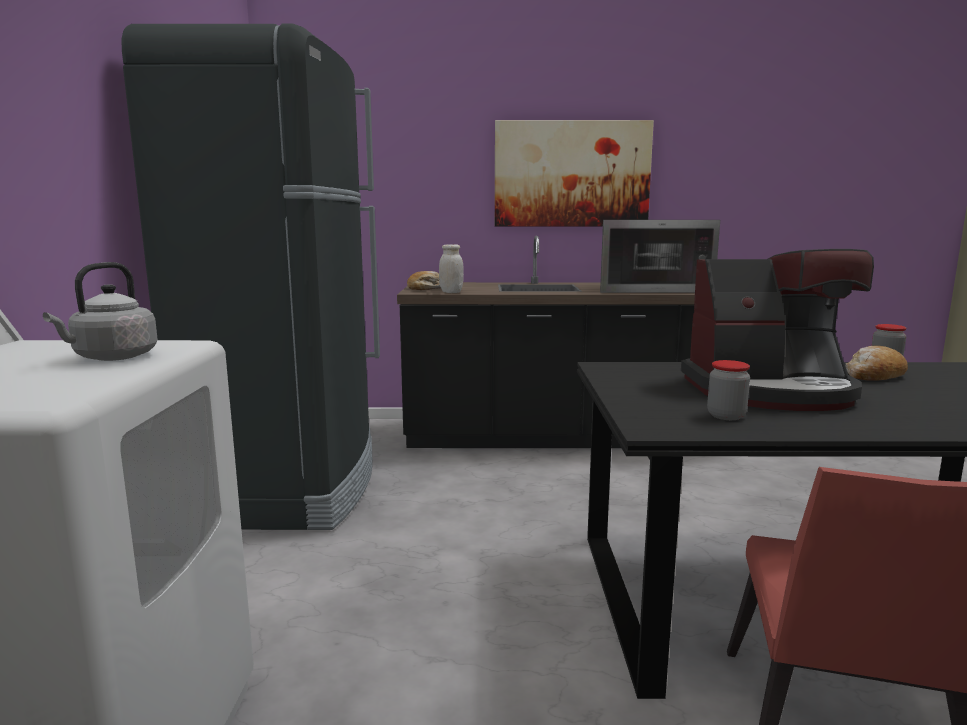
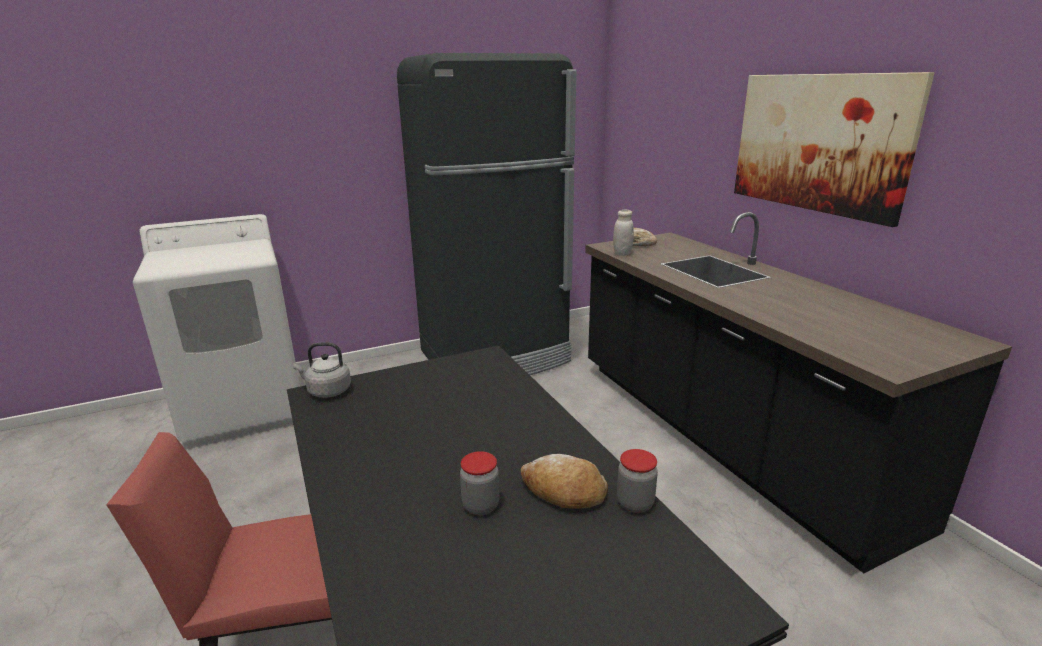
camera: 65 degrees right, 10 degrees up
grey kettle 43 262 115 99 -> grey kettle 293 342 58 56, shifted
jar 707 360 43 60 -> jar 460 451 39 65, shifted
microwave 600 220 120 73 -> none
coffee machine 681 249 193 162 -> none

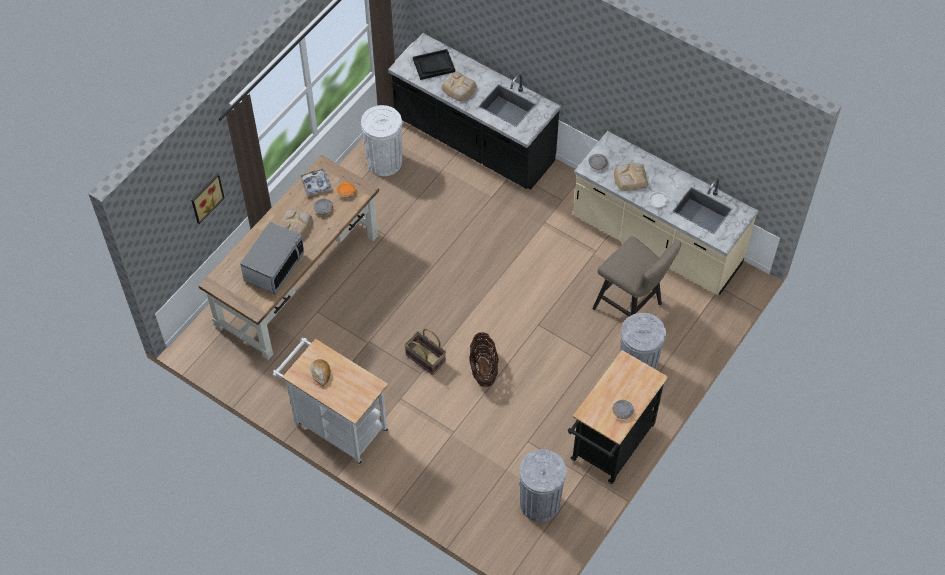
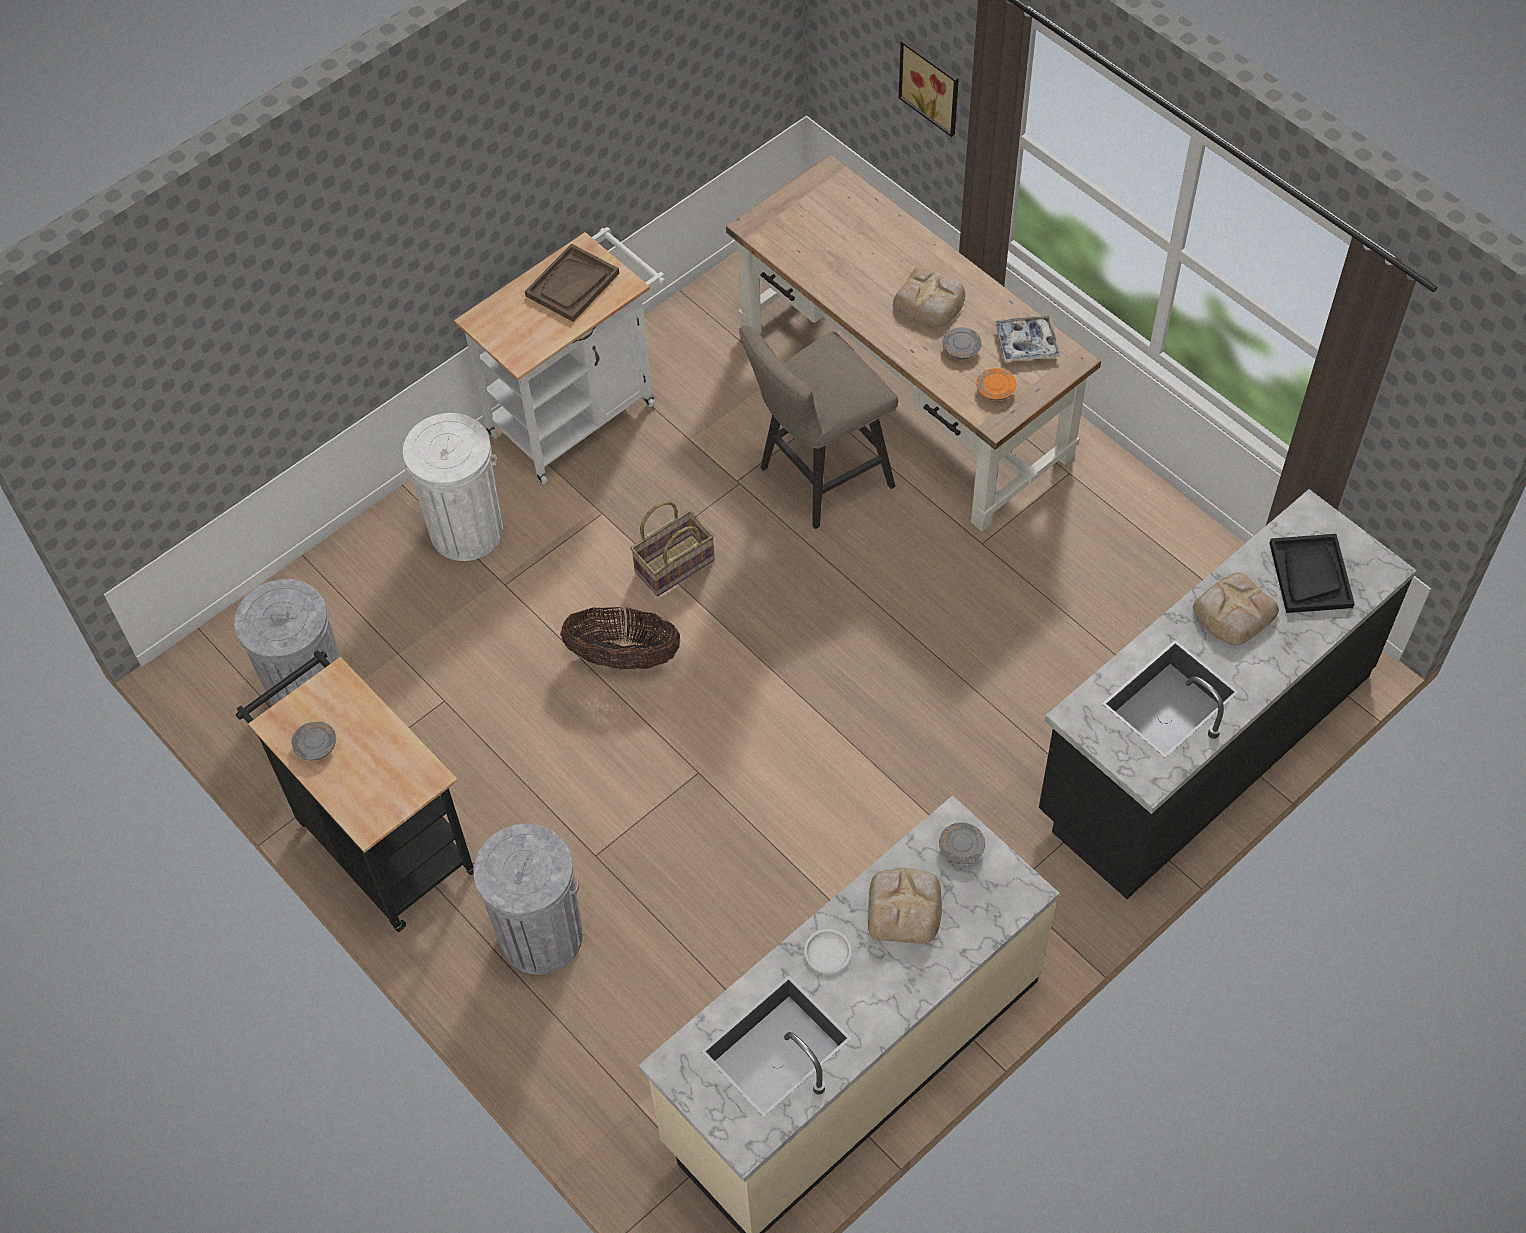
camera: 105 degrees right, 0 degrees up
white trash can 361 105 41 71 -> white trash can 403 413 101 148, shifted
bread 310 359 20 27 -> brown tray 525 244 94 78
beige stool 592 236 90 80 -> beige stool 739 325 159 204, shifted
microwave 240 222 64 72 -> none

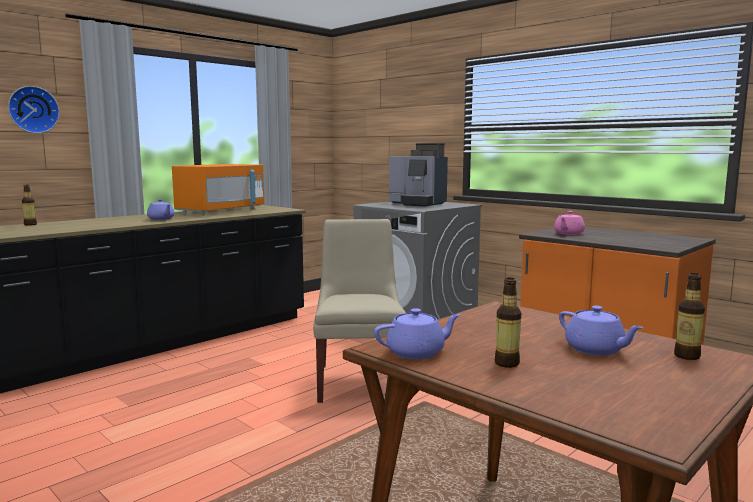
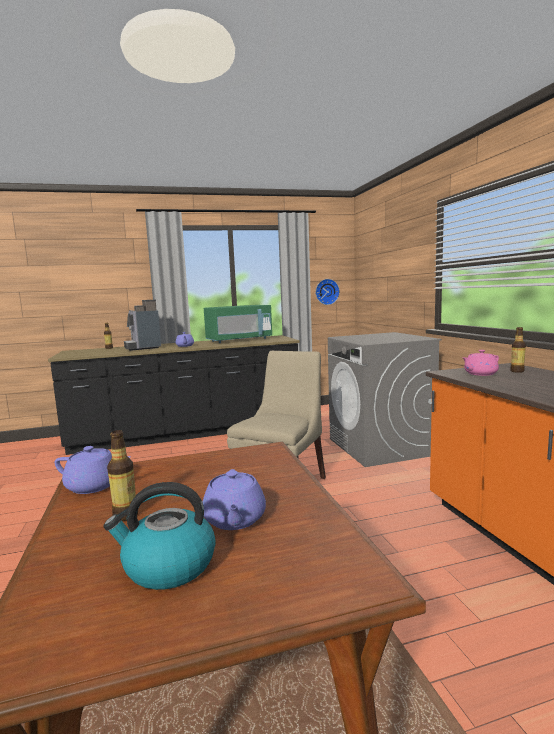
camera: 30 degrees right, 0 degrees up
none -> kettle 103 482 113 108
coffee machine 389 143 59 64 -> coffee machine 124 300 37 51, shifted
orange microwave 172 164 92 51 -> green microwave 204 305 68 38
wall clock 8 86 52 47 -> wall clock 316 279 24 26, shifted
bottle 674 273 31 87 -> bottle 510 327 16 46, shifted

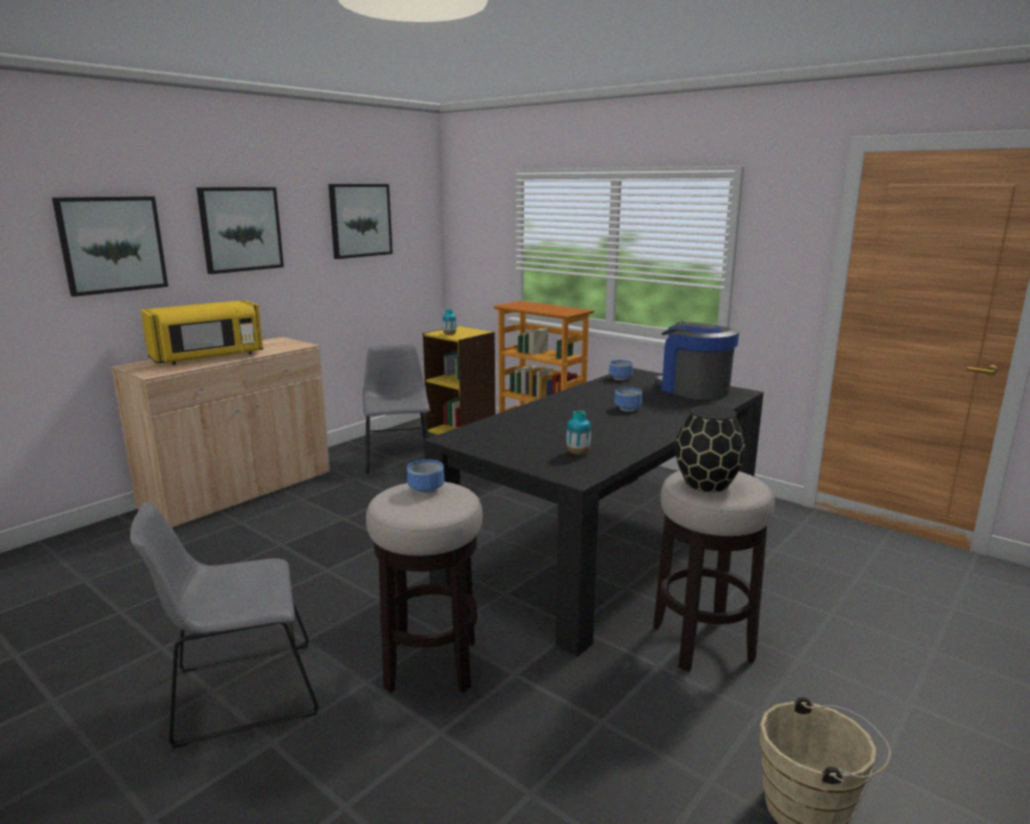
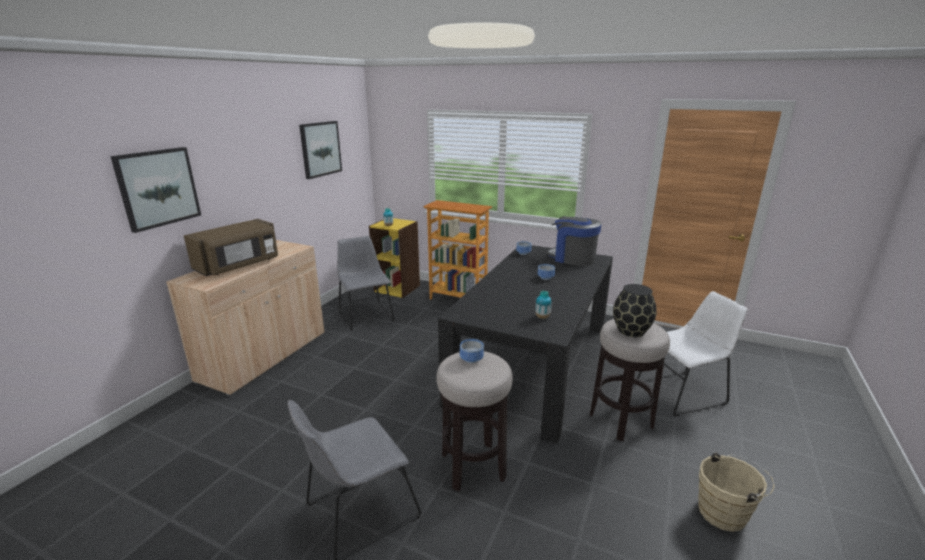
camera: 15 degrees left, 5 degrees up
yellow microwave 141 300 122 65 -> brown microwave 184 219 94 57
none -> white chair 637 291 111 126
picture 196 187 88 87 -> none

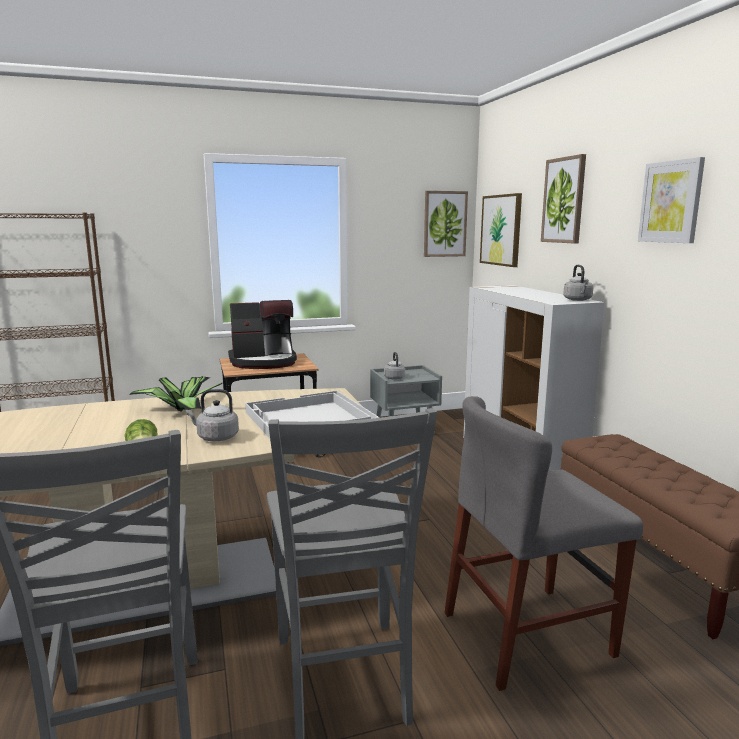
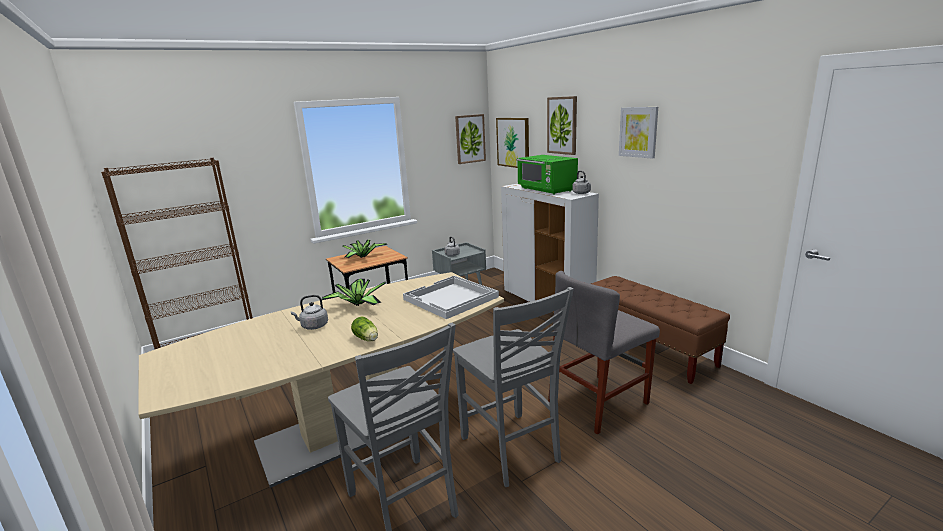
camera: 15 degrees left, 5 degrees up
grey kettle 186 389 53 52 -> grey kettle 291 295 37 35, shifted
coffee machine 228 300 69 69 -> potted plant 343 240 45 18
none -> green microwave 517 155 61 39

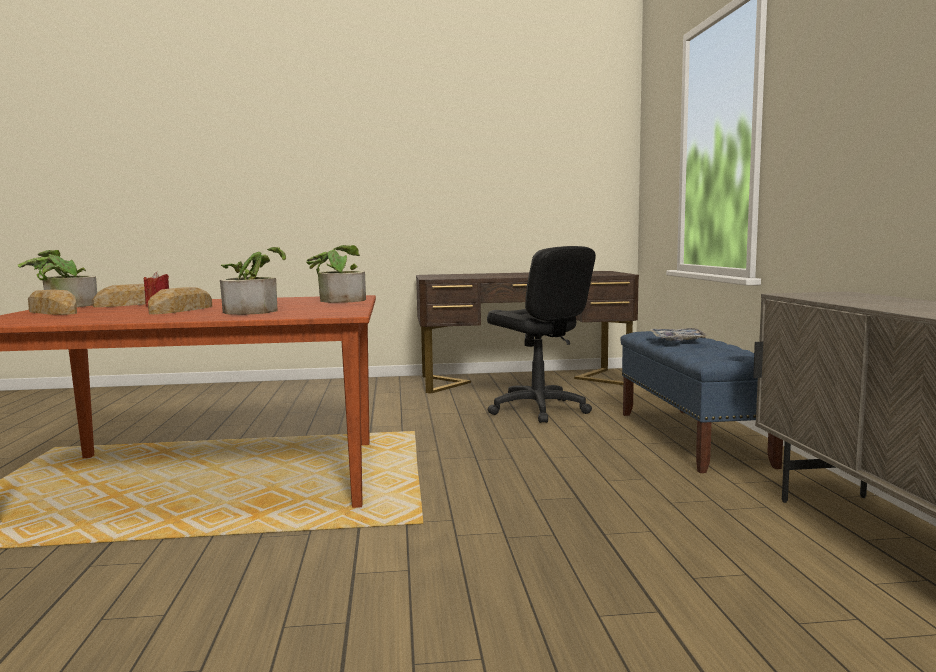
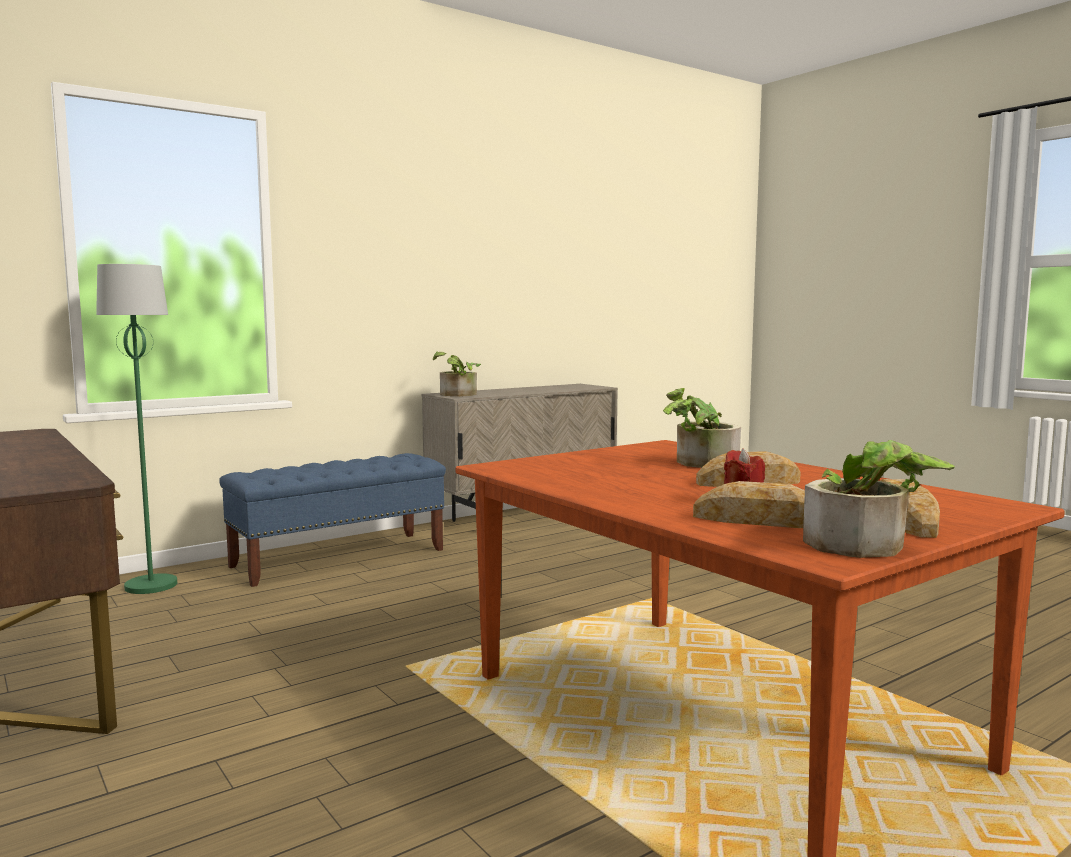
camera: 120 degrees left, 0 degrees up
none -> green floor lamp 96 264 81 330
potted plant 306 245 60 58 -> potted plant 433 352 48 45, shifted
black office chair 487 246 109 177 -> none
tray 650 328 58 13 -> none

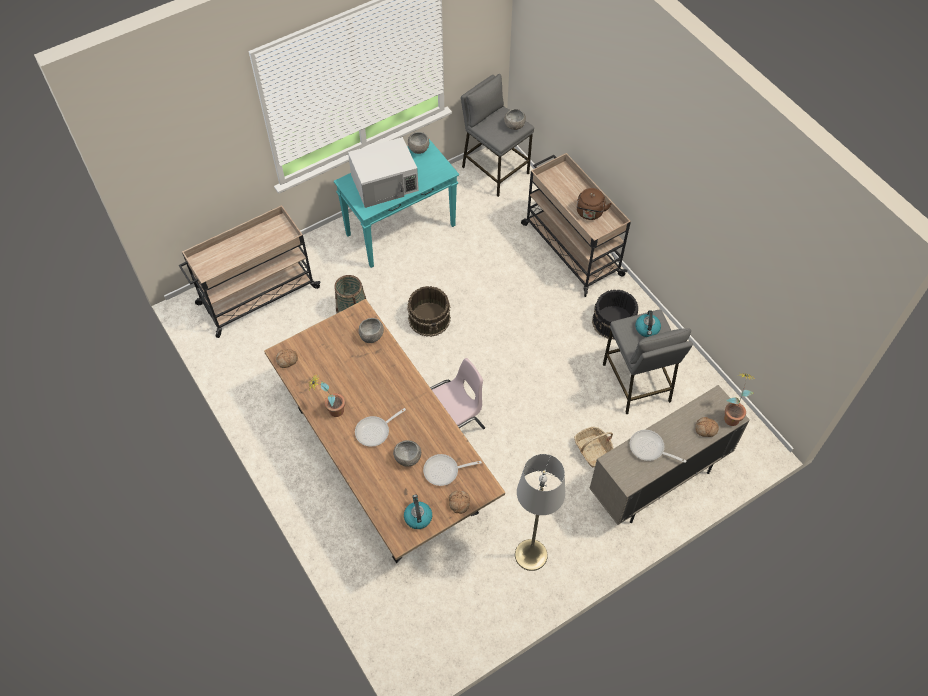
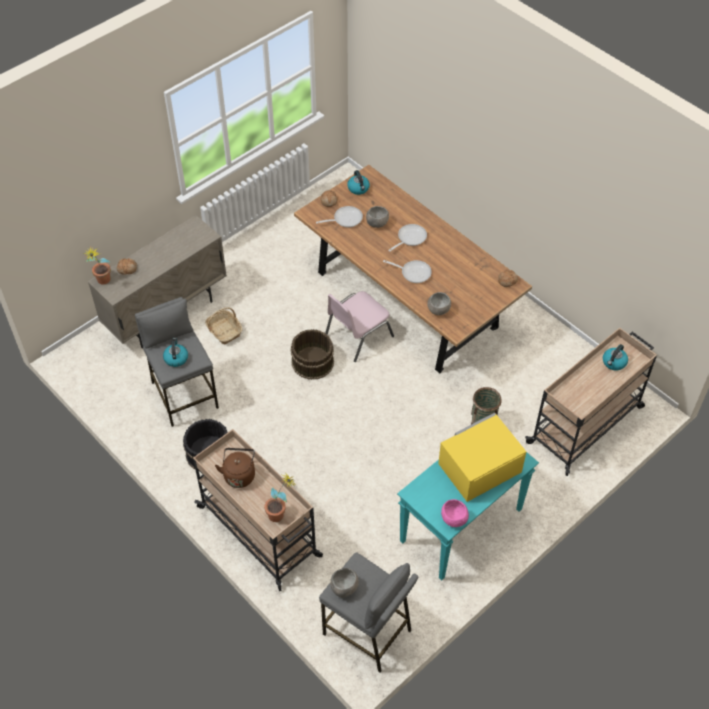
camera: 170 degrees right, 5 degrees down
potted plant 308 374 37 43 -> potted plant 264 474 31 48, shifted
brown bucket 407 286 44 51 -> brown bucket 291 329 43 51, shifted
frying pan 630 430 56 33 -> frying pan 383 260 49 23, shifted
white microwave 348 137 71 71 -> yellow microwave 438 413 88 89
grey bowl 408 132 21 22 -> pink bowl 441 499 28 28
none -> kettle 603 344 25 26
grey floor lamp 515 454 50 117 -> none

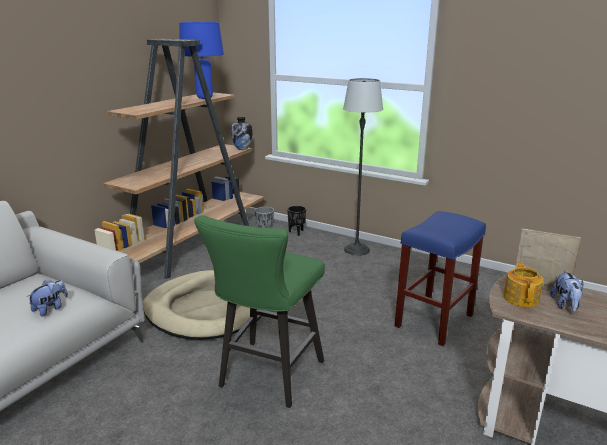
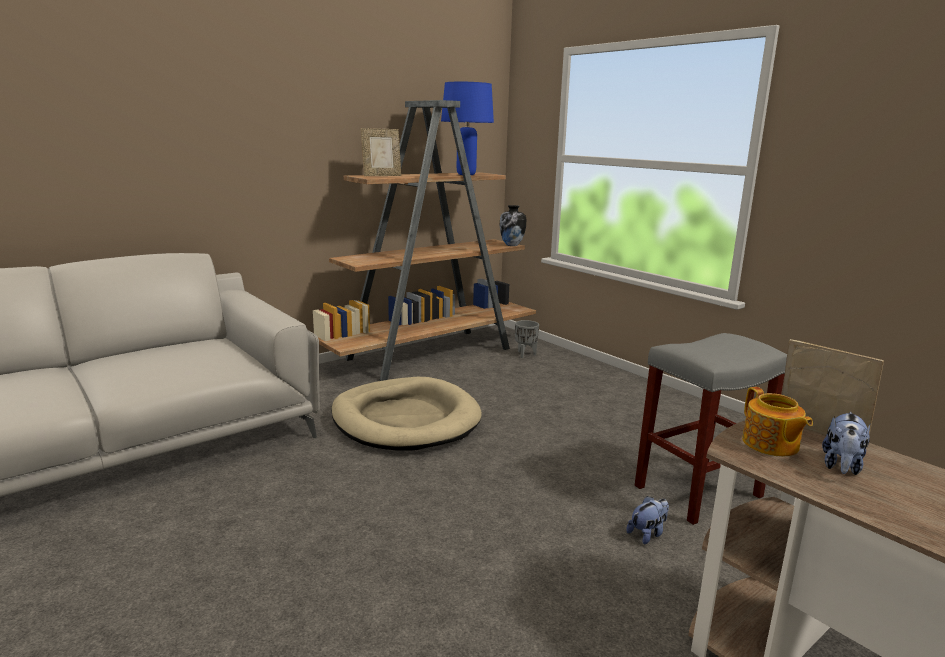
camera: 20 degrees right, 5 degrees down
none -> picture frame 360 128 41 48
plush toy 27 280 41 37 -> plush toy 626 496 43 48, shifted
blue stool 395 211 91 135 -> grey stool 635 333 152 192
teapot 503 261 40 46 -> teapot 742 387 71 69, 135 degrees clockwise
green stool 194 215 131 193 -> none
black planter 287 206 19 30 -> none
floor lamp 343 78 40 178 -> none

